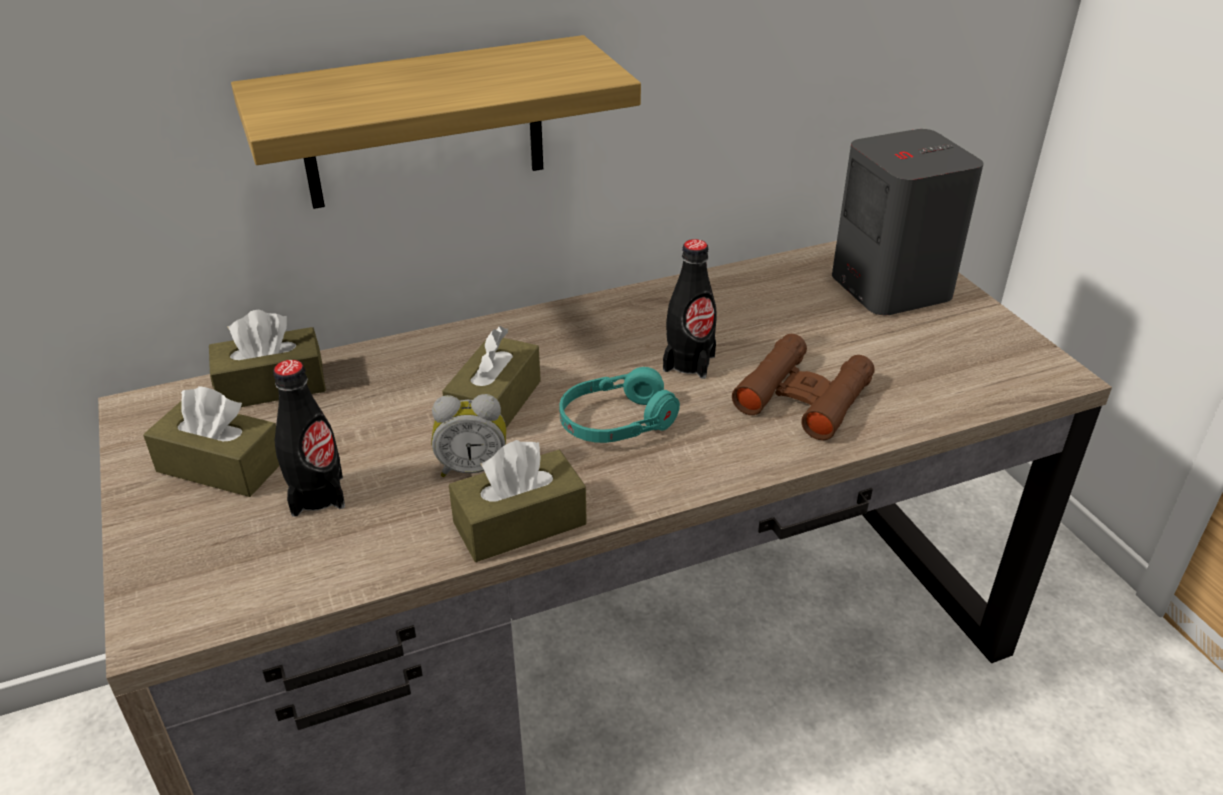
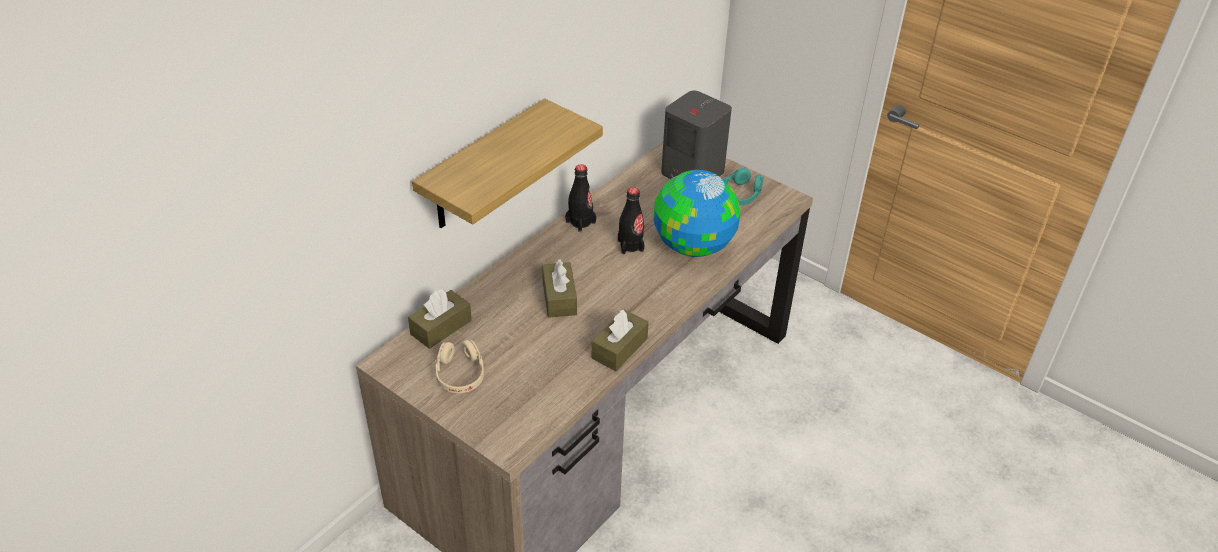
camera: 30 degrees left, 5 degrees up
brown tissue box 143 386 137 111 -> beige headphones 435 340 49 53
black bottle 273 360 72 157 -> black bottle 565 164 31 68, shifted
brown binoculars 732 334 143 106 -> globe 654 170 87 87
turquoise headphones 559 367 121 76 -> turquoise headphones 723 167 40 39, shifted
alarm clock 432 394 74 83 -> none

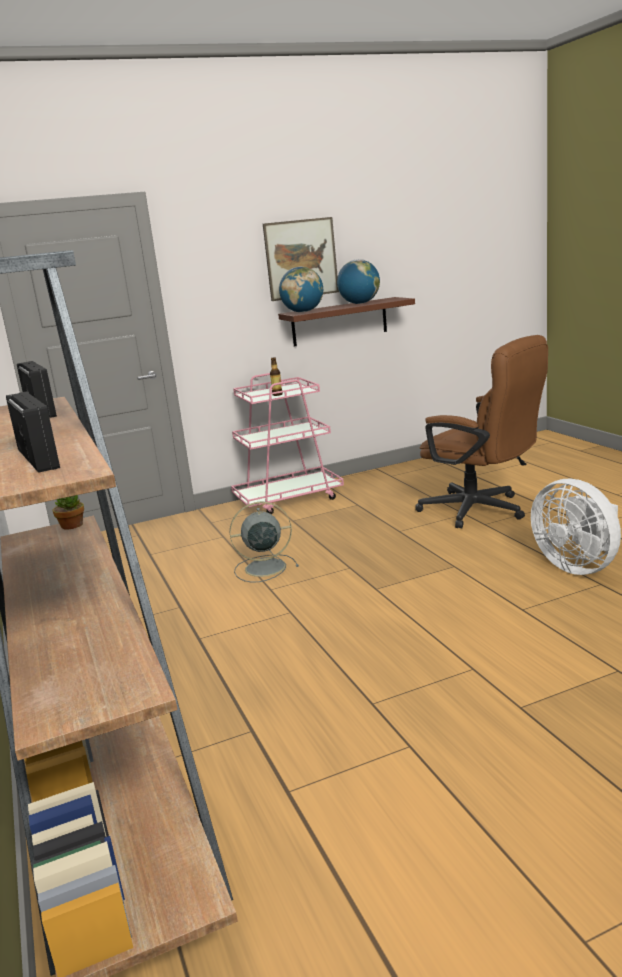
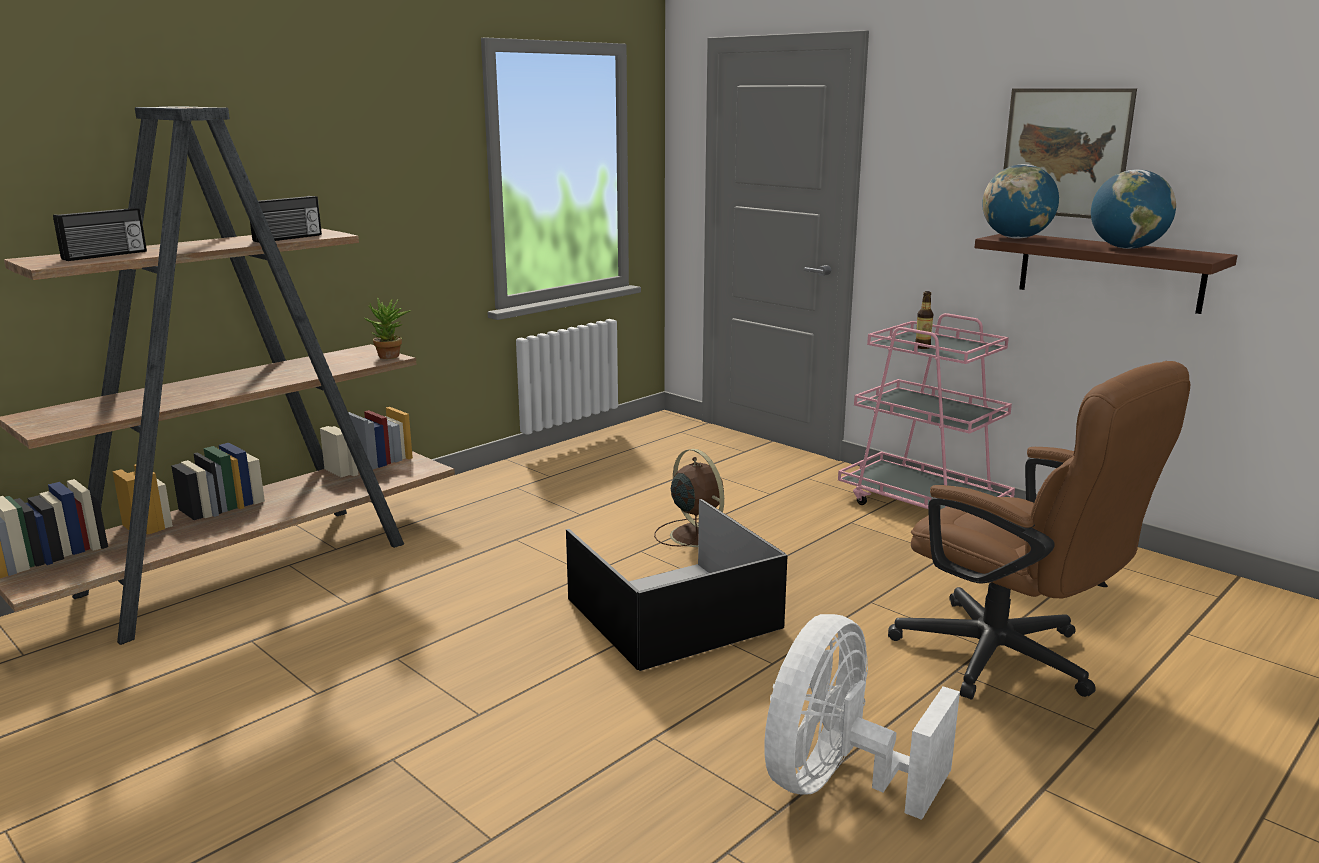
camera: 65 degrees right, 0 degrees up
none -> black storage box 566 499 222 172
grey fan 230 502 69 81 -> brown fan 654 449 70 98
brown office chair 415 335 133 194 -> brown office chair 888 361 302 339, 60 degrees counterclockwise

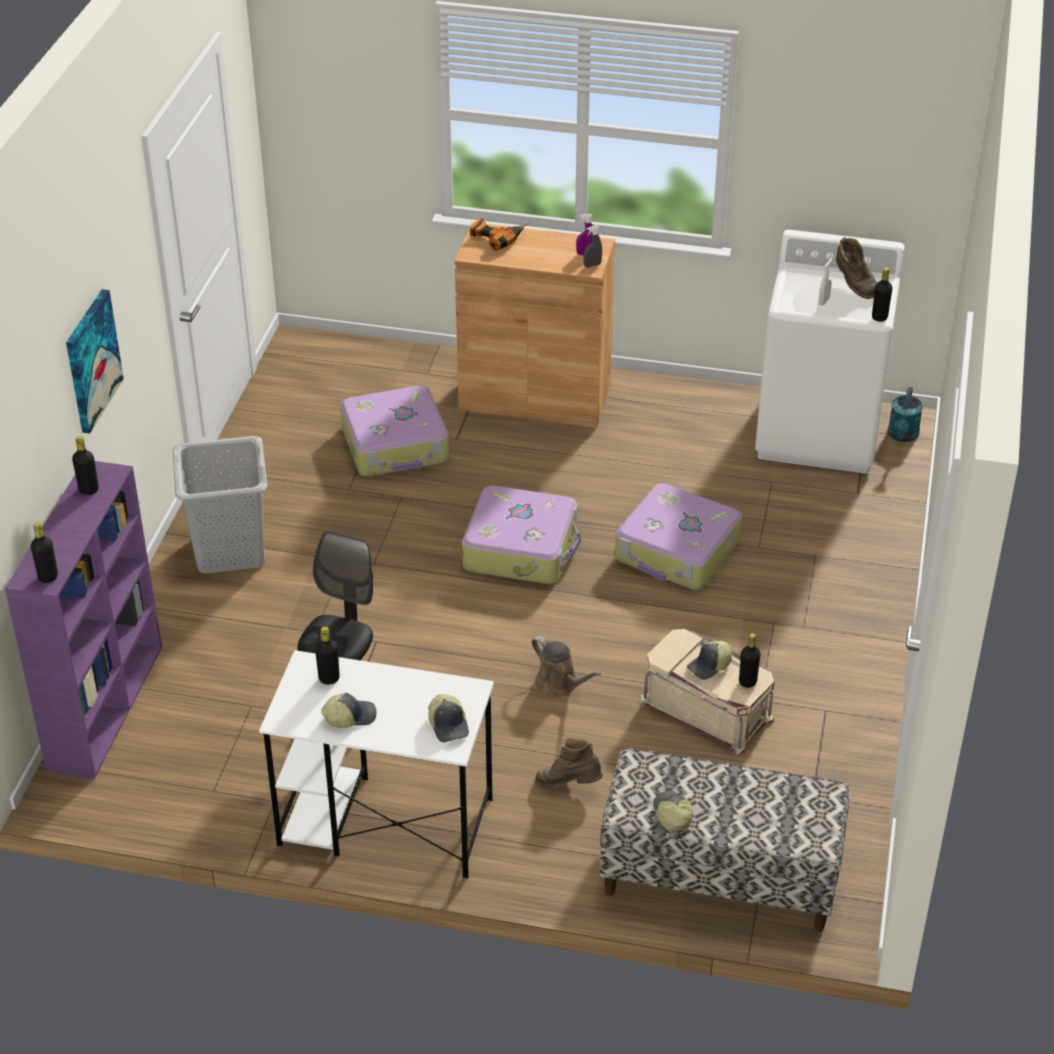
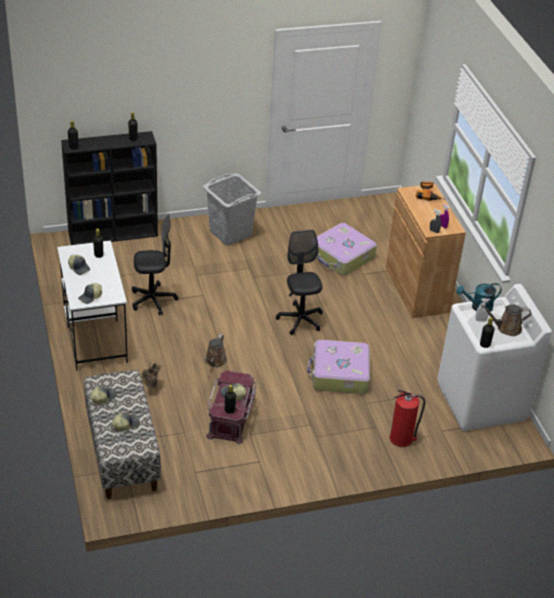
camera: 60 degrees right, 0 degrees up
purple bookcase 5 461 157 318 -> black bookcase 61 131 97 114
none -> cap 112 412 28 19
beige storage box 639 629 136 127 -> red storage box 206 370 51 75
suitcase 462 486 119 98 -> black office chair 276 229 47 106
none -> fire extinguisher 390 389 35 58
turquoise watering can 888 387 35 55 -> turquoise watering can 457 283 45 29, shifted
brown boot 836 237 41 62 -> brown watering can 481 304 51 32
picture 66 289 58 145 -> none

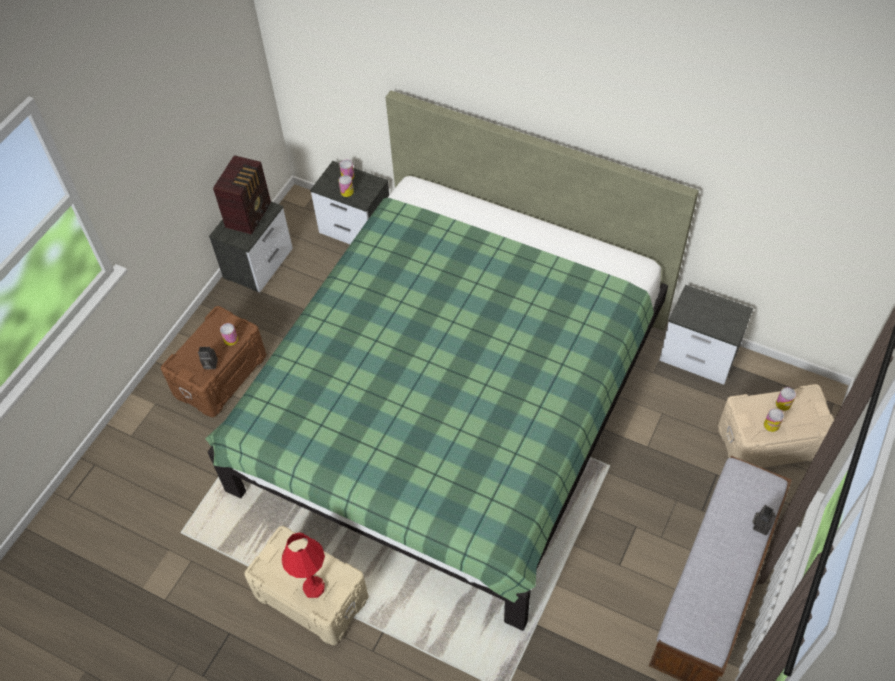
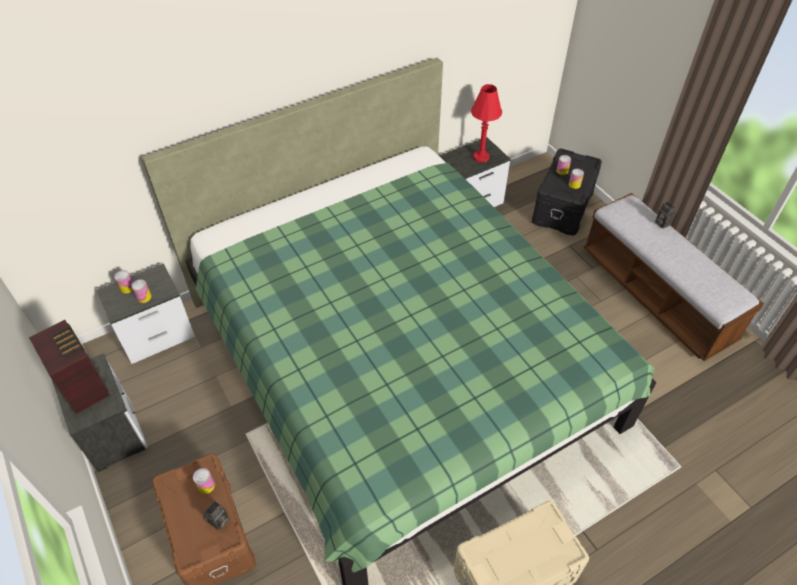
camera: 60 degrees left, 5 degrees down
red table lamp 282 532 43 66 -> red table lamp 471 84 31 78, shifted
beige storage box 718 384 116 84 -> black storage box 532 149 70 86

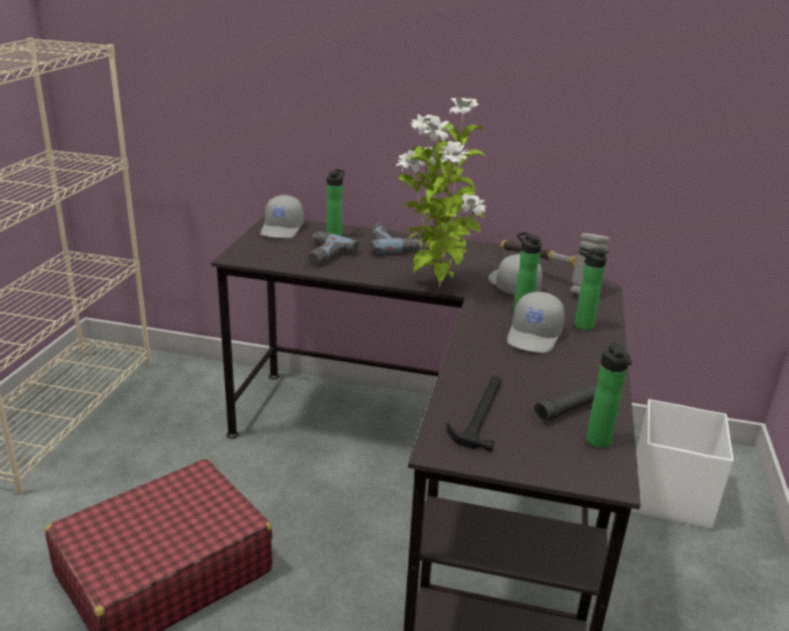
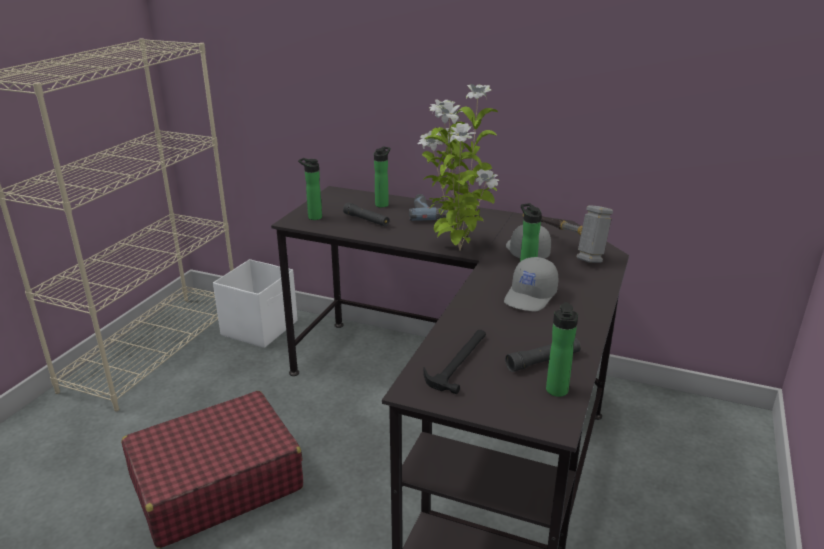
camera: 10 degrees right, 0 degrees up
white storage box 632 399 102 130 -> white storage box 213 259 85 89, shifted
bottle 574 247 35 84 -> bottle 298 158 24 62, shifted
power drill 308 231 51 34 -> black flashlight 343 202 47 24
grey cap 260 195 44 43 -> none

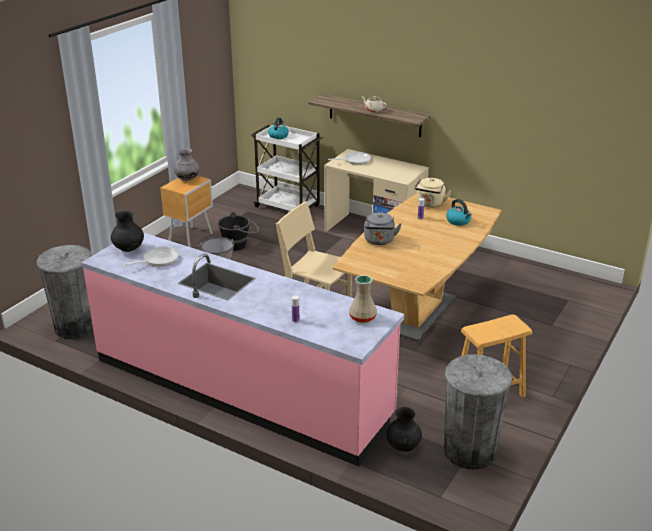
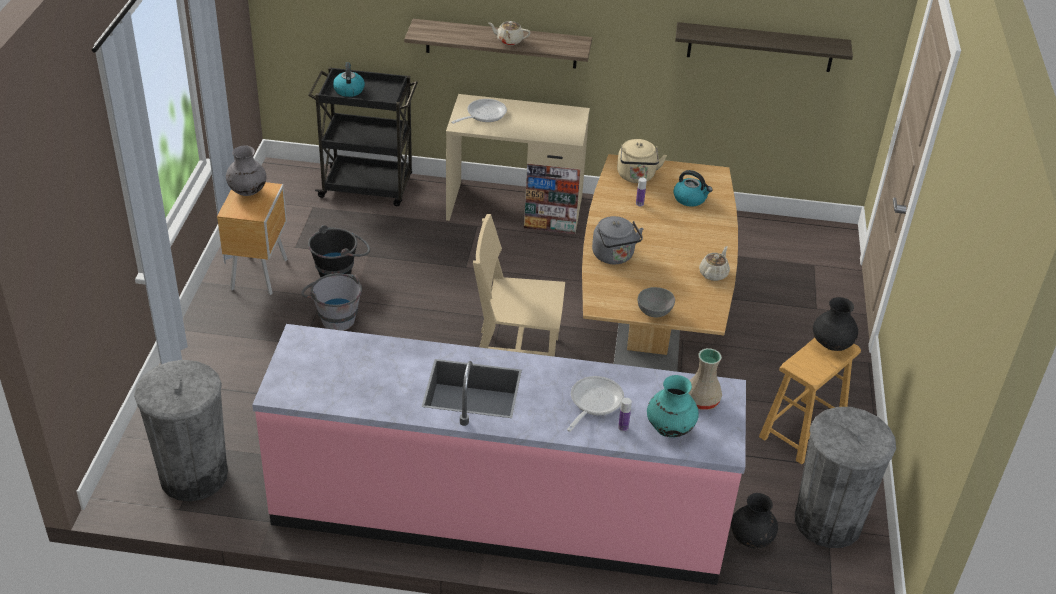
camera: 25 degrees left, 10 degrees up
white cart 251 123 72 88 -> black cart 308 67 110 139
frying pan 123 247 56 19 -> frying pan 567 376 57 56, shifted
none -> grey bowl 638 287 37 30
none -> turquoise vase 647 375 52 62
none -> shelf 675 22 178 50
none -> beige teapot 699 246 31 35
black vase 111 211 33 41 -> black vase 813 297 45 54, shifted

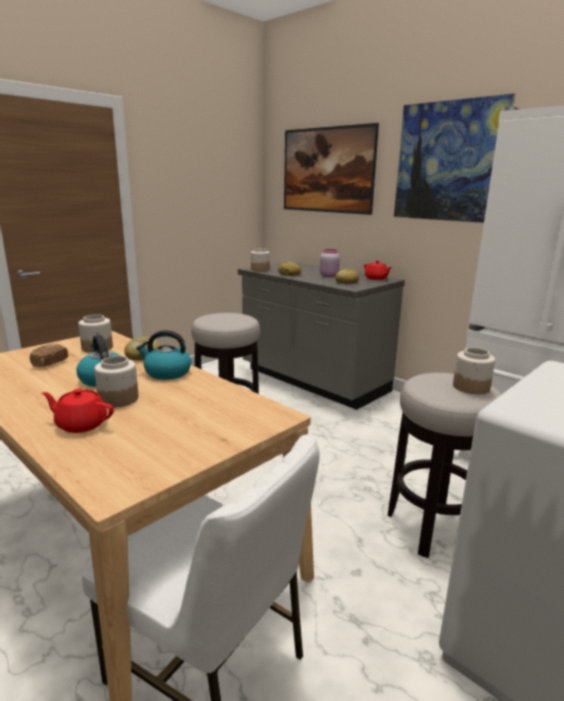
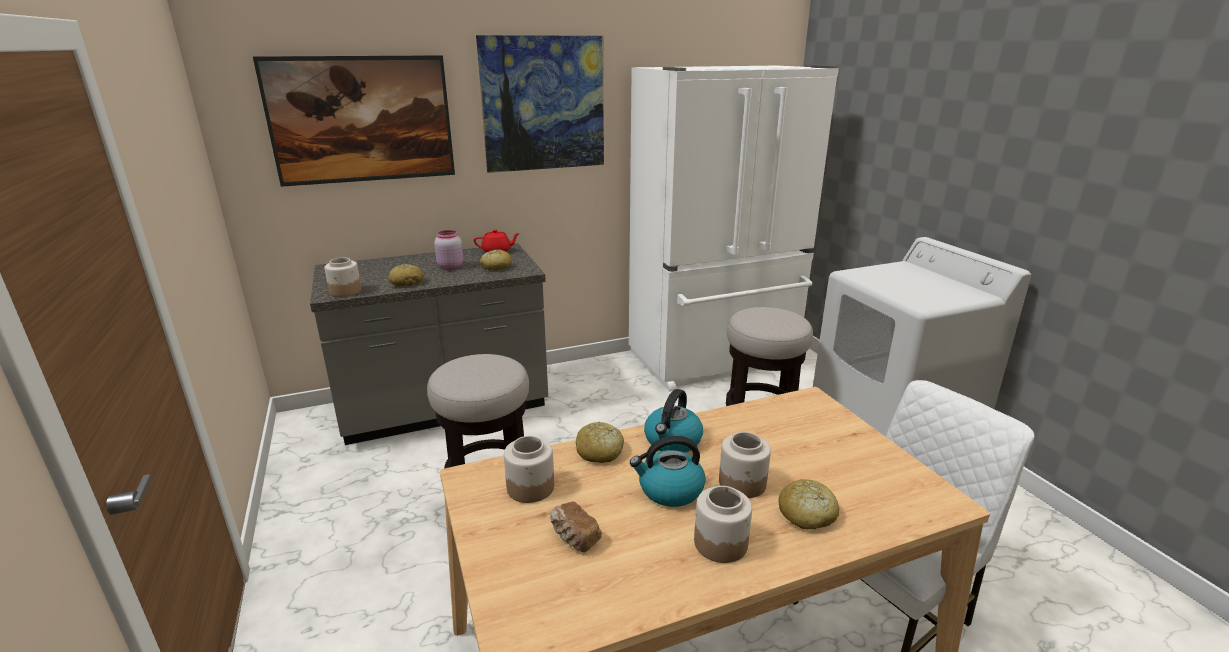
camera: 65 degrees left, 5 degrees up
jar 453 348 42 46 -> jar 694 486 58 77, shifted
red teapot 42 389 72 44 -> bread 779 479 60 51

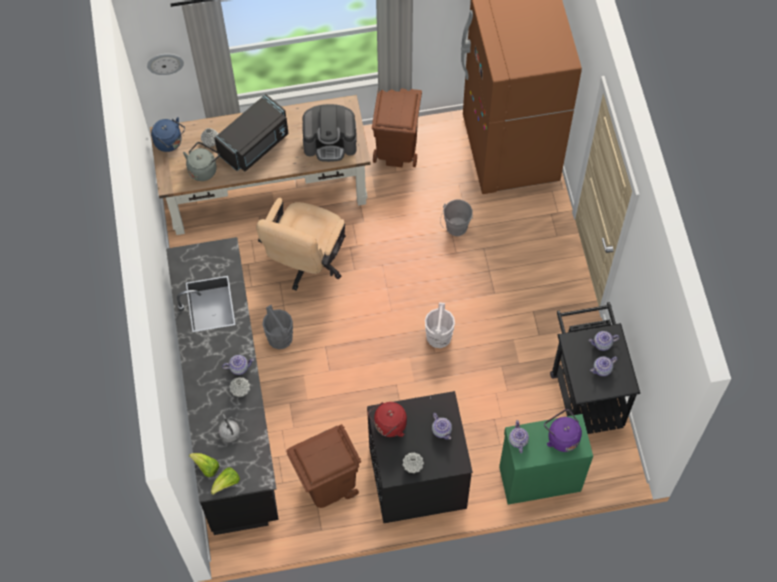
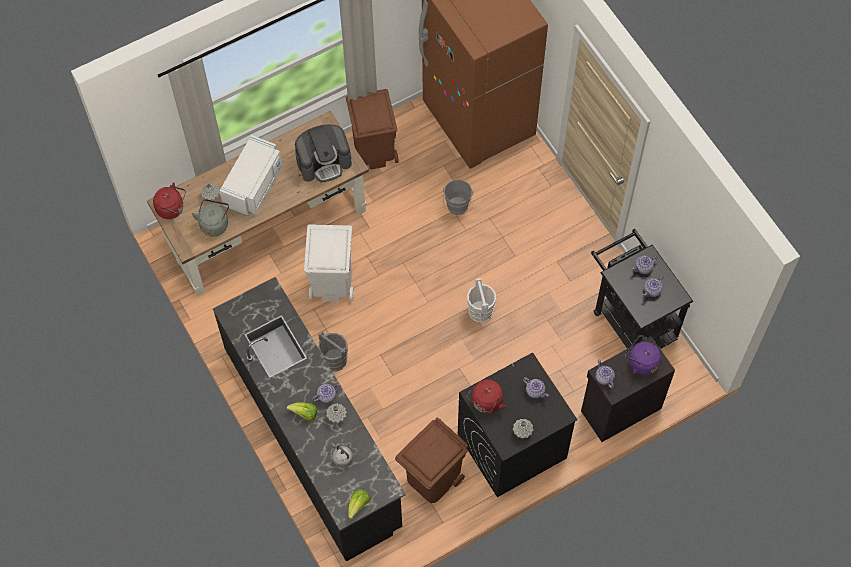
camera: 20 degrees left, 0 degrees up
blue kettle 151 117 34 35 -> red kettle 153 182 33 37
black microwave 214 94 74 77 -> white microwave 219 135 63 81
lettuce 189 453 30 24 -> lettuce 286 402 31 19, shifted
beige office chair 256 198 90 92 -> white trash can 304 224 50 78
green cabinet 499 414 94 91 -> black cabinet 581 336 94 106
wall clock 147 54 37 21 -> none

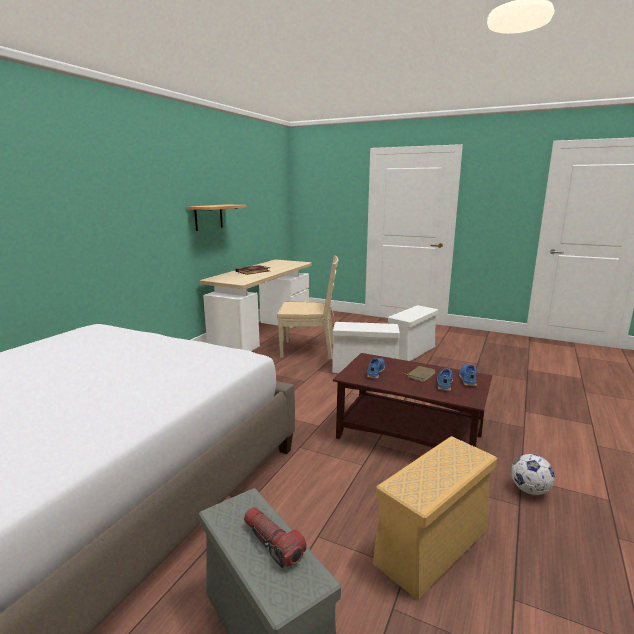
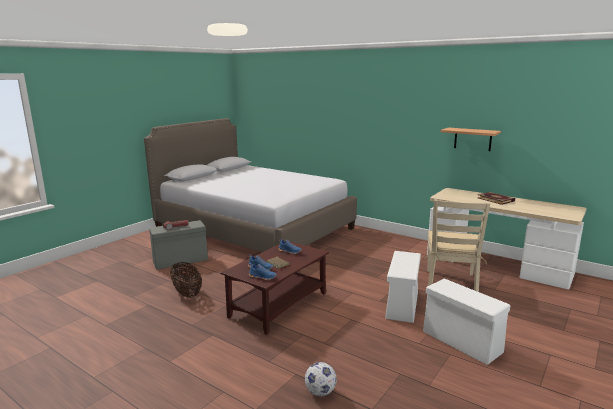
camera: 100 degrees right, 0 degrees up
beige storage box 373 436 124 164 -> basket 170 262 32 36
football 511 454 44 41 -> football 305 362 32 34, shifted

